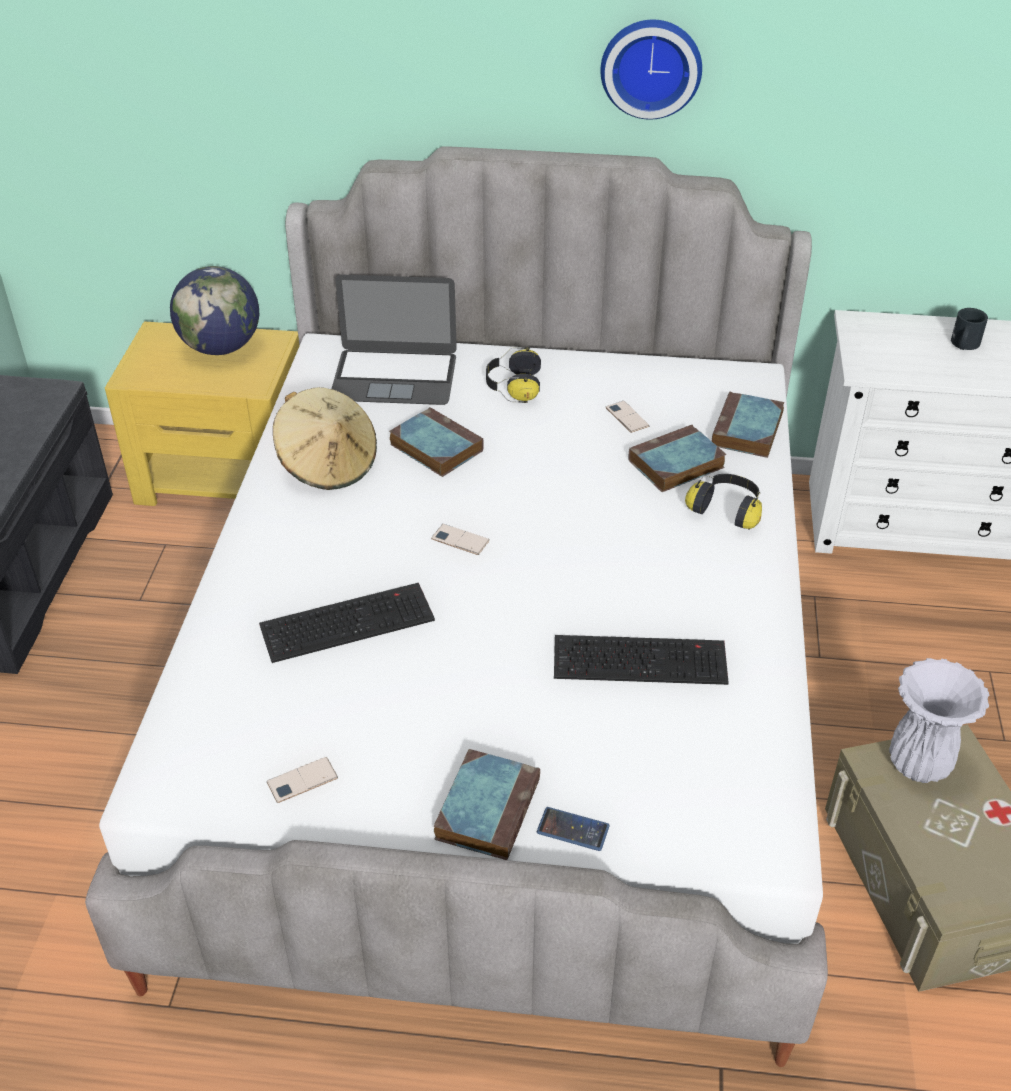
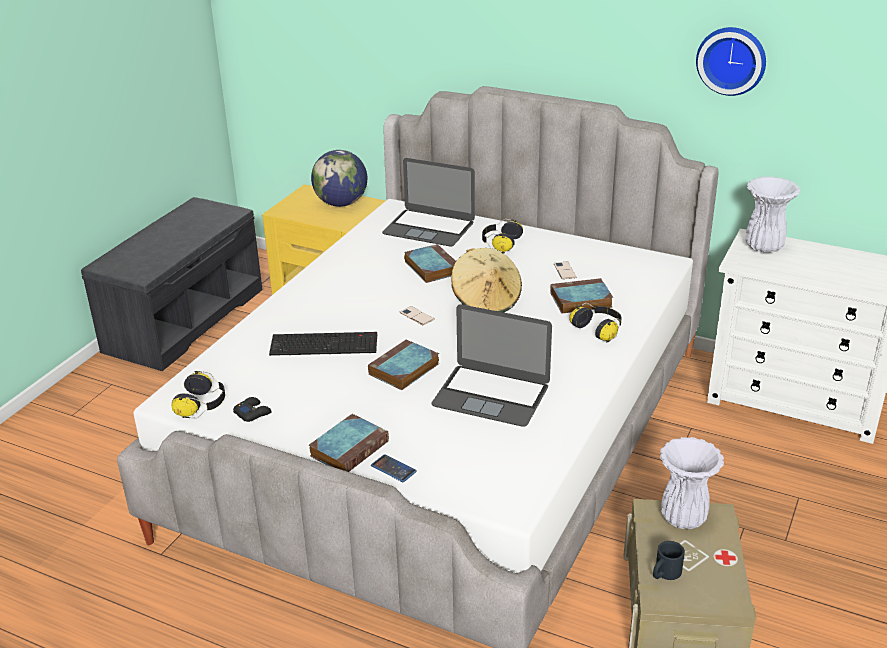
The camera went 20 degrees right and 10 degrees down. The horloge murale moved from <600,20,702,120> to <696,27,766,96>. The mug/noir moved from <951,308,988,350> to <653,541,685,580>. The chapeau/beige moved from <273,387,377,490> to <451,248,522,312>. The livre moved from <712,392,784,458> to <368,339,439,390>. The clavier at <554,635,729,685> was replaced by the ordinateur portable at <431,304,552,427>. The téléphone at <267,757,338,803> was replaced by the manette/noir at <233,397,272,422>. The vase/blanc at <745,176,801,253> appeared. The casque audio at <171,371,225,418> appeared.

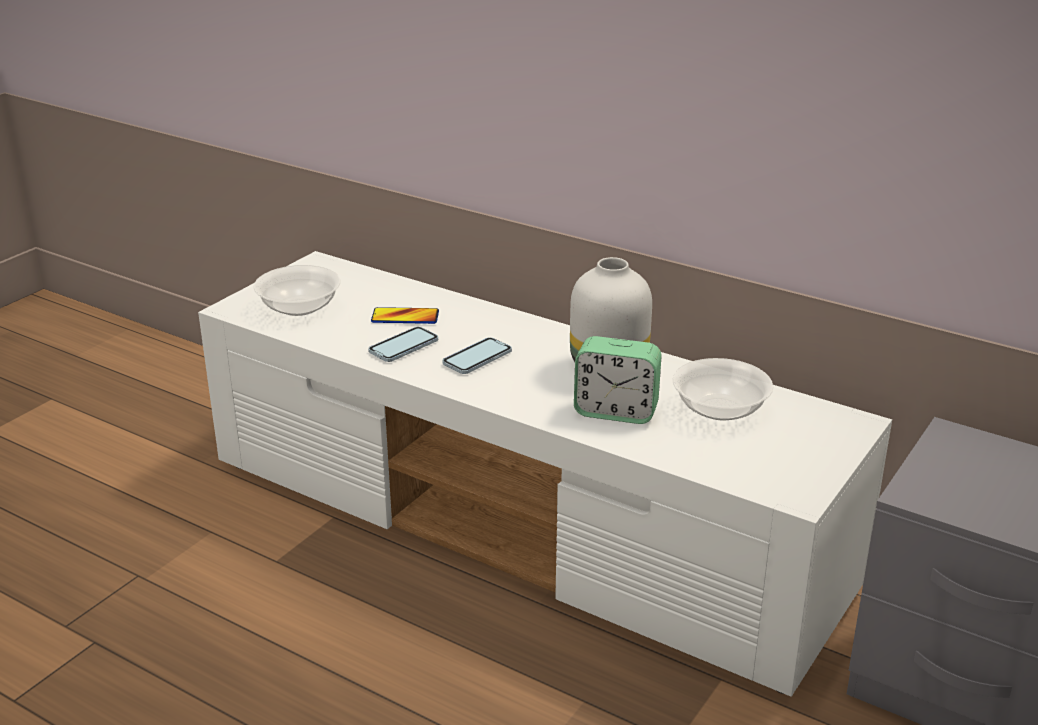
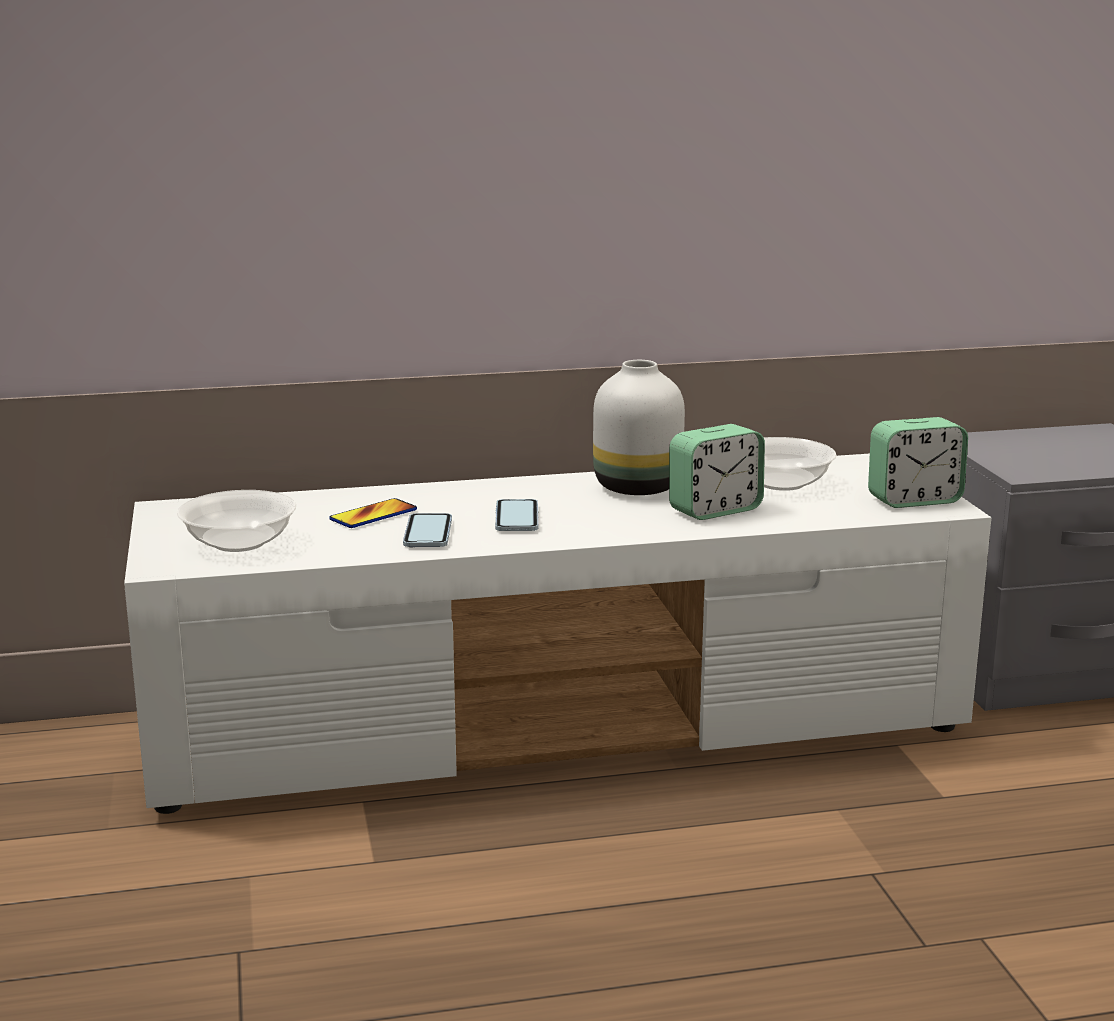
The camera went 45 degrees left and 10 degrees down. The réveil at <868,417,968,508> appeared.

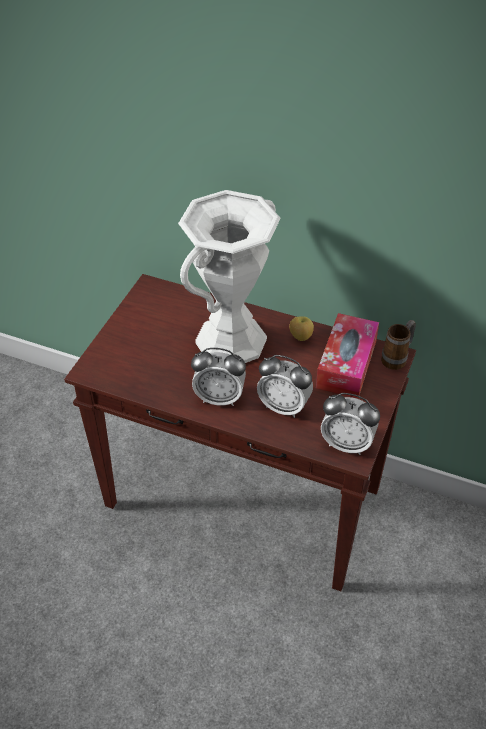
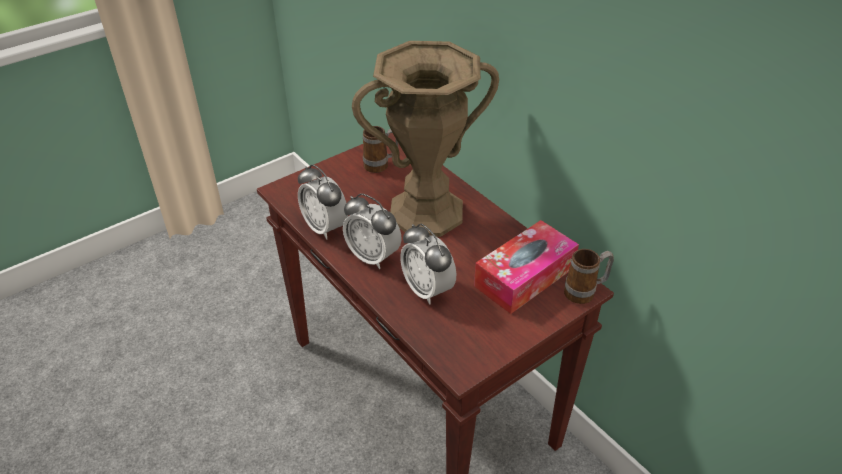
The camera went 30 degrees right and 5 degrees down. The vase/blanc at <178,190,281,363> became the vase/marron at <352,41,499,237>. The pomme at <289,316,314,341> disappeared. The réveil moved from <321,393,380,455> to <298,164,348,240>. The mug at <363,126,398,173> appeared.

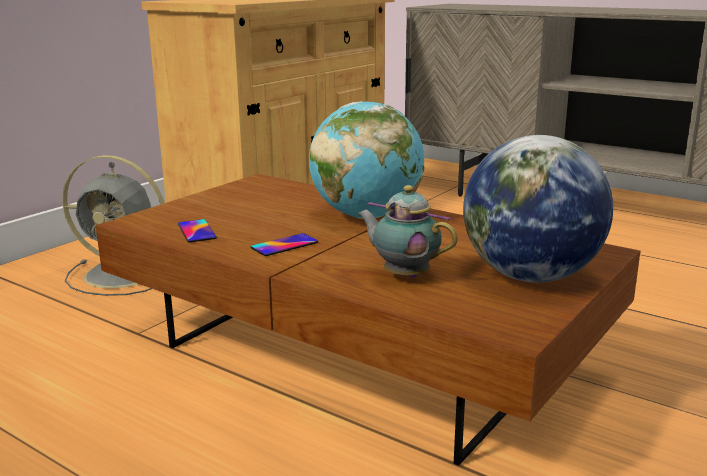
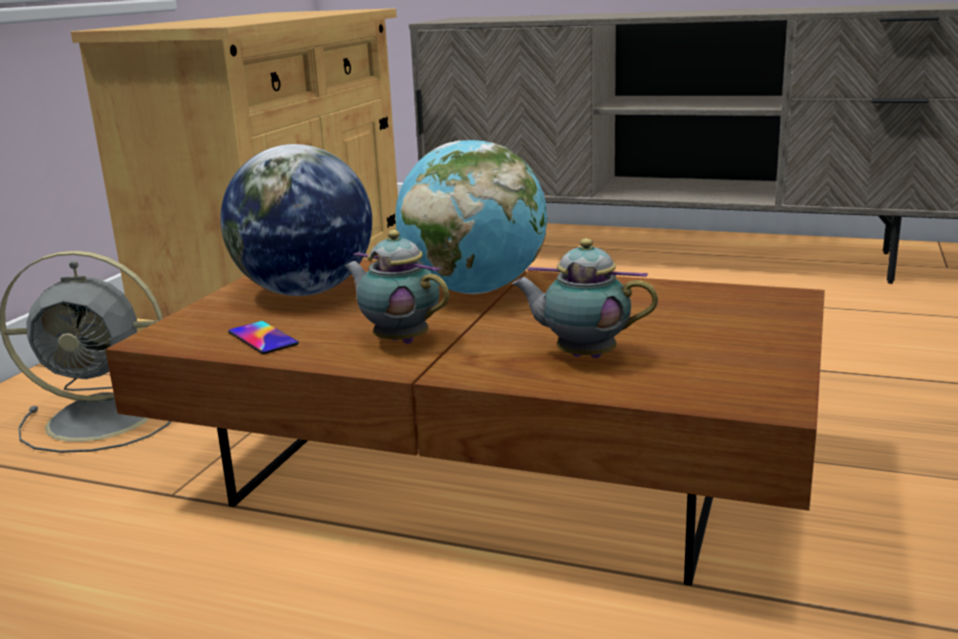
The camera went 15 degrees left and 0 degrees up. The globe moved from <463,135,613,283> to <220,144,372,296>. The téléphone at <250,233,318,256> was replaced by the théière at <344,230,449,344>.

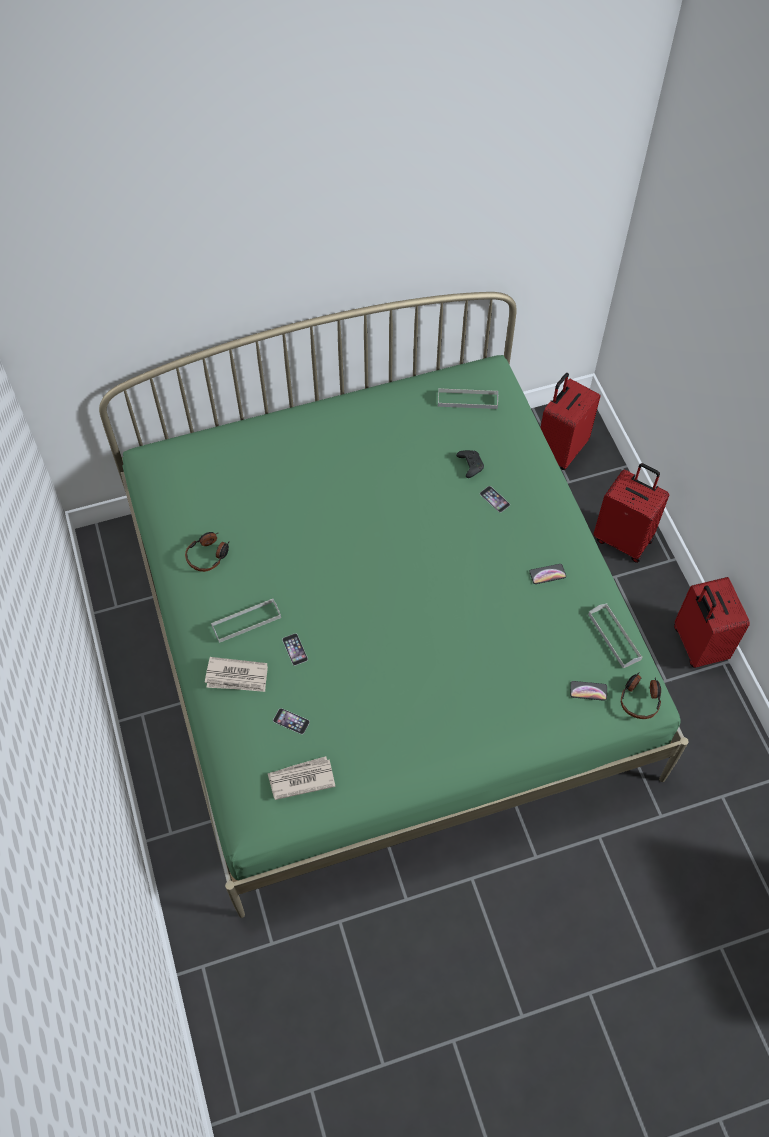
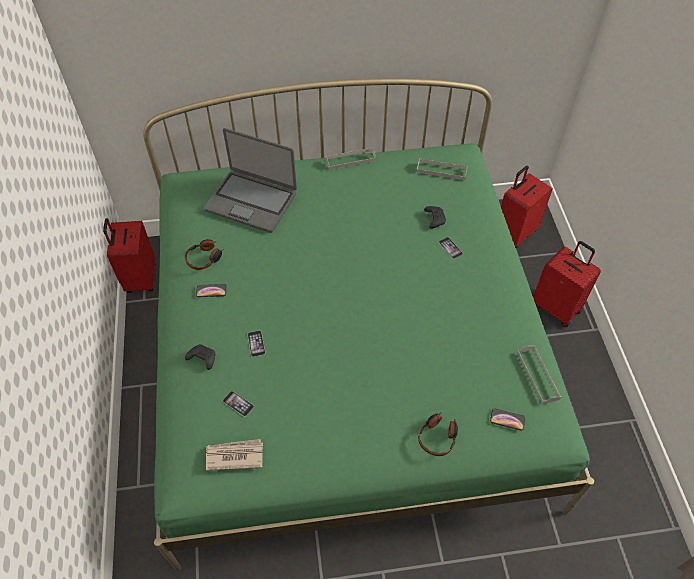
The camera went 10 degrees right and 5 degrees down. The téléphone moved from <529,564,566,584> to <196,284,227,297>. The valise/rouge moved from <674,577,750,668> to <103,218,156,293>. The plateau/gris moved from <211,598,281,643> to <326,147,376,170>. The journal at <205,657,268,692> was replaced by the manette/noir at <185,344,215,370>. The casque audio moved from <621,672,661,719> to <418,412,458,456>. The ordinateur portable at <204,128,297,233> appeared.

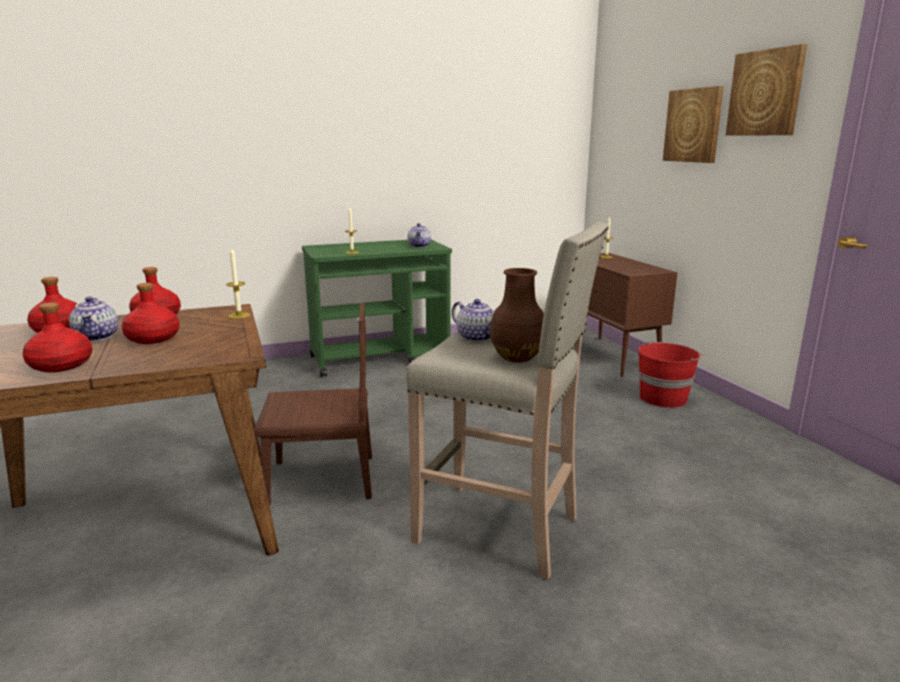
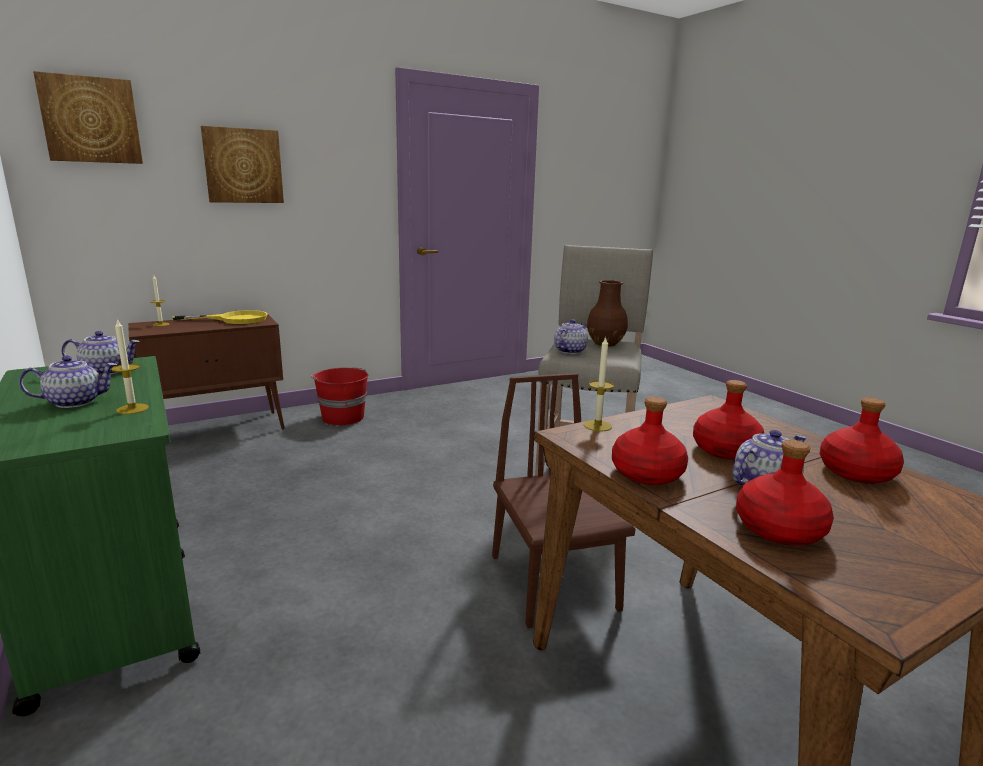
The camera went 100 degrees left and 0 degrees up. The tableau moved from <726,44,807,136> to <33,71,143,164>. The poêle/jaune at <172,310,268,324> appeared. The théière at <19,355,117,408> appeared.

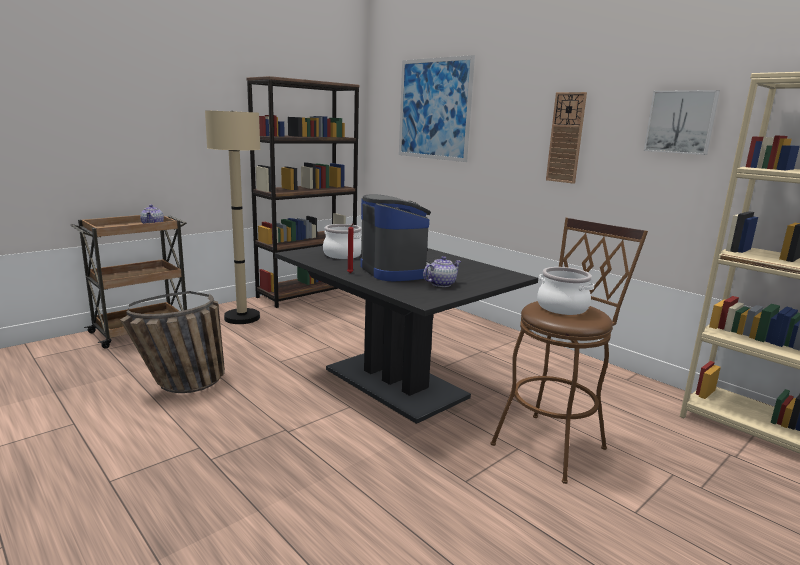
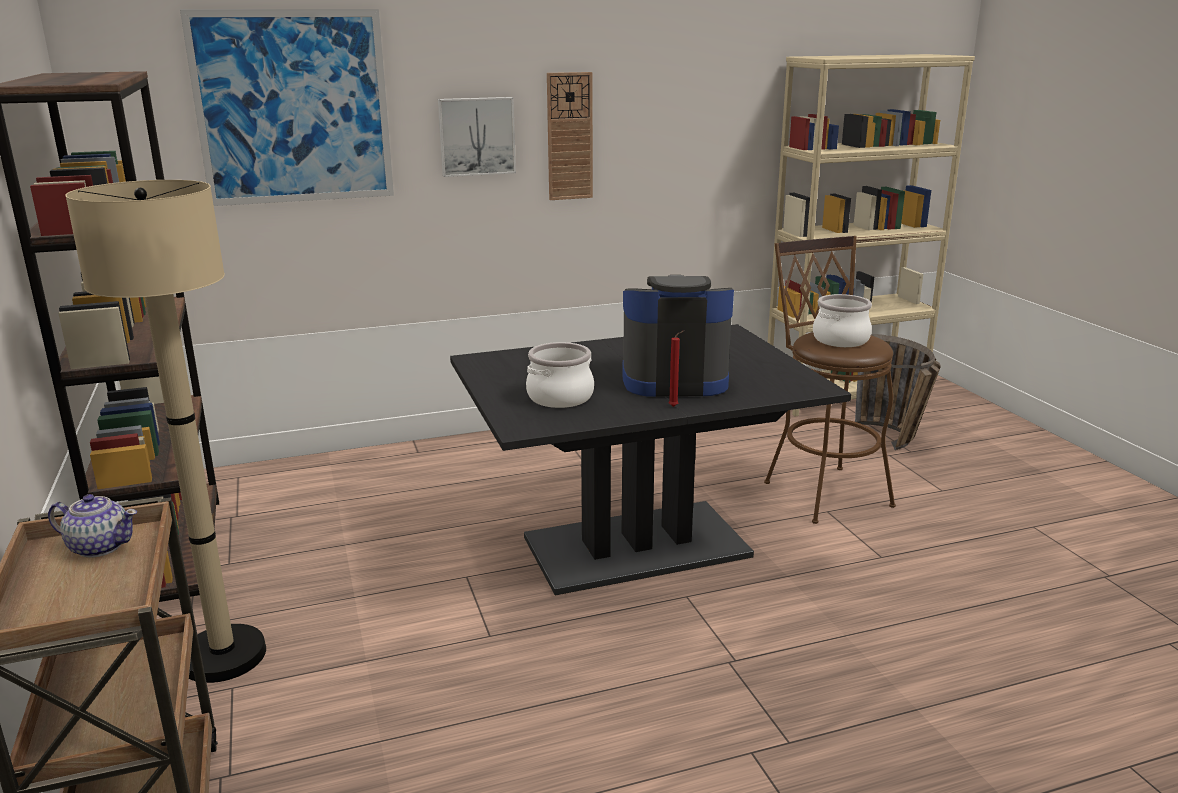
The camera went 65 degrees left and 5 degrees up. The tableau moved from <644,90,720,155> to <438,97,516,177>. The théière at <423,256,461,287> disappeared. The panier moved from <120,291,225,393> to <855,334,941,450>.

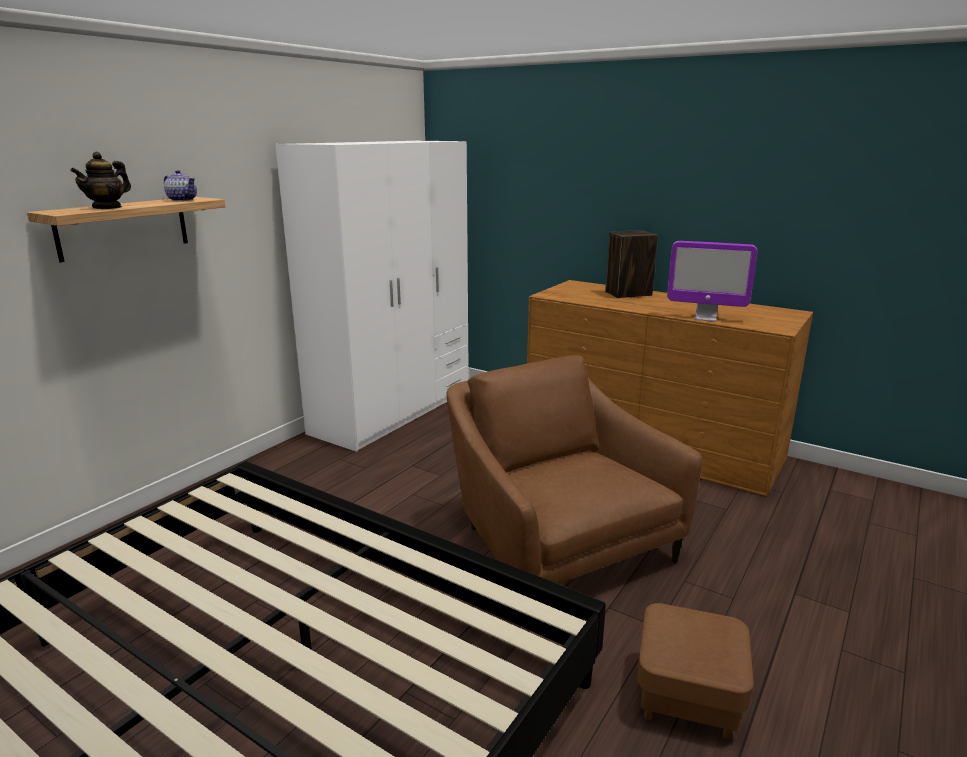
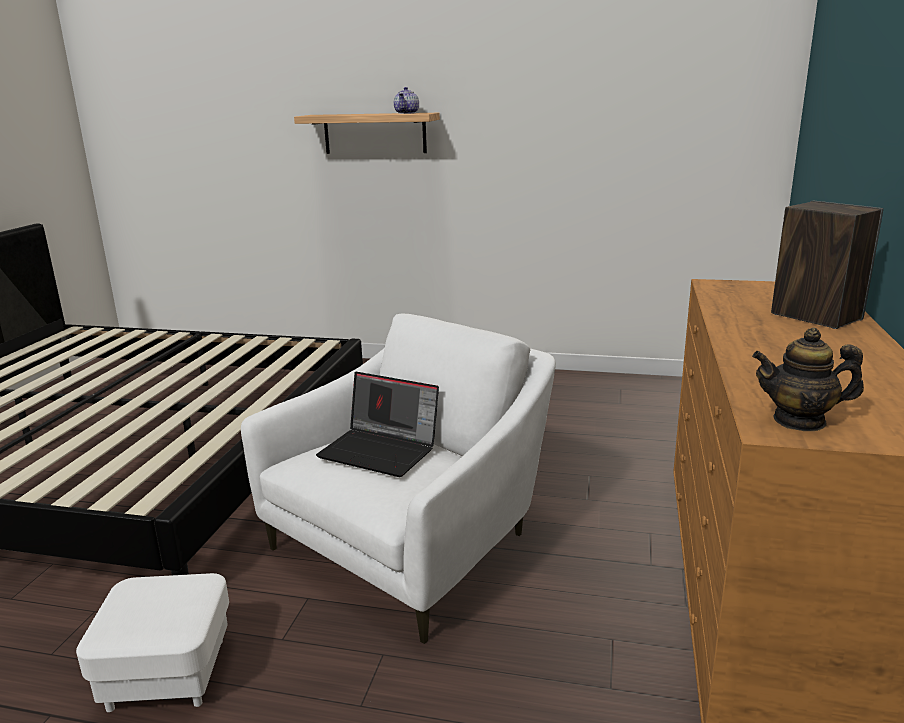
The camera went 70 degrees right and 0 degrees up. The armoire/blanc at <275,141,469,452> disappeared. The théière moved from <70,152,131,209> to <752,328,864,431>. The écran d'ordinateur at <667,241,757,322> disappeared. The fauteuil/marron at <446,355,702,584> became the fauteuil/blanc at <241,314,556,644>. The pouf/marron at <637,603,754,739> became the pouf/blanc at <76,573,229,712>. The ordinateur portable at <316,372,439,477> appeared.

